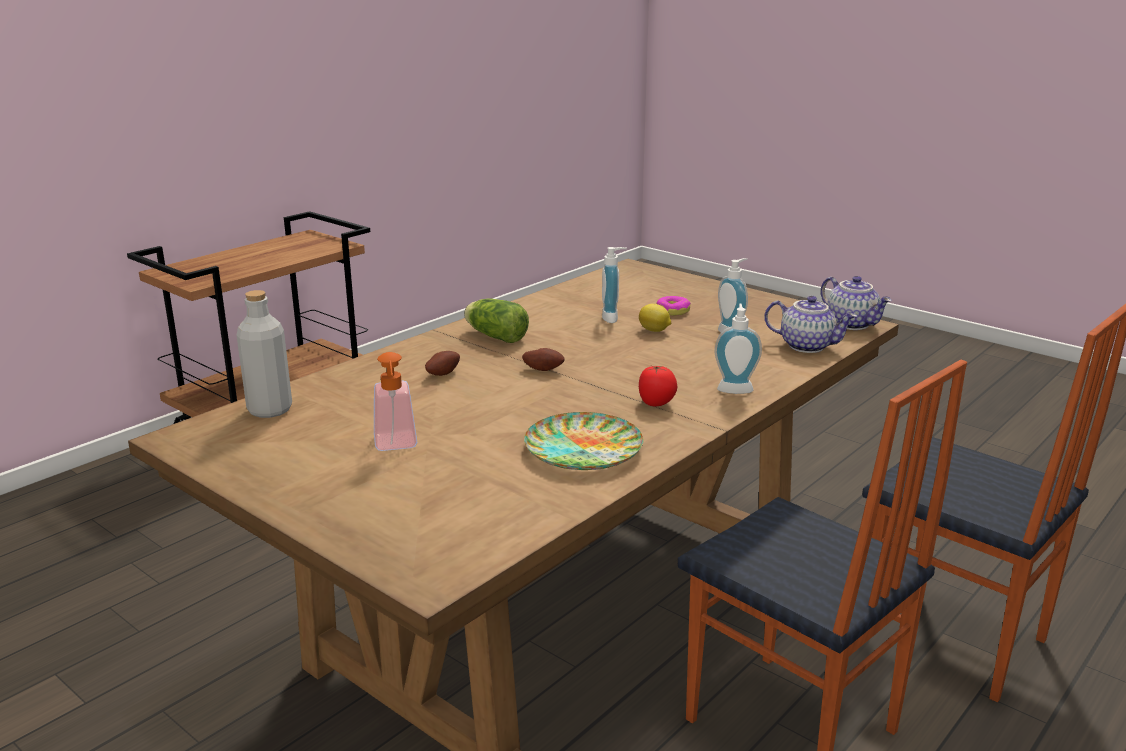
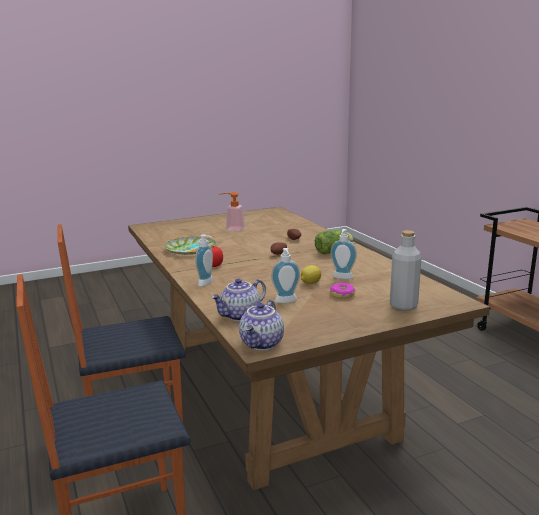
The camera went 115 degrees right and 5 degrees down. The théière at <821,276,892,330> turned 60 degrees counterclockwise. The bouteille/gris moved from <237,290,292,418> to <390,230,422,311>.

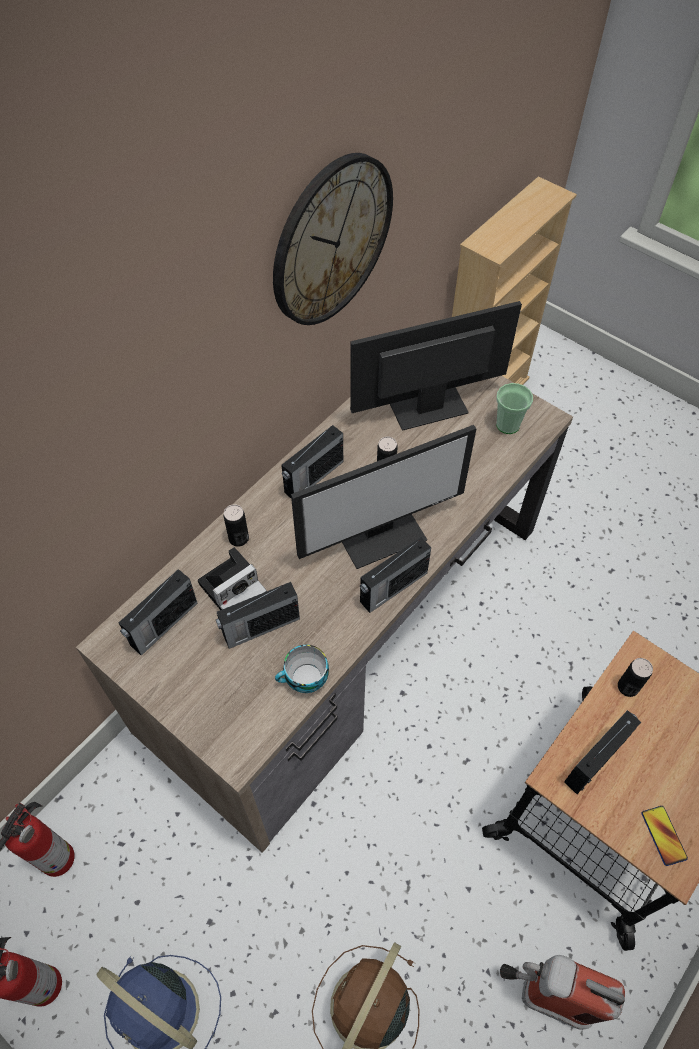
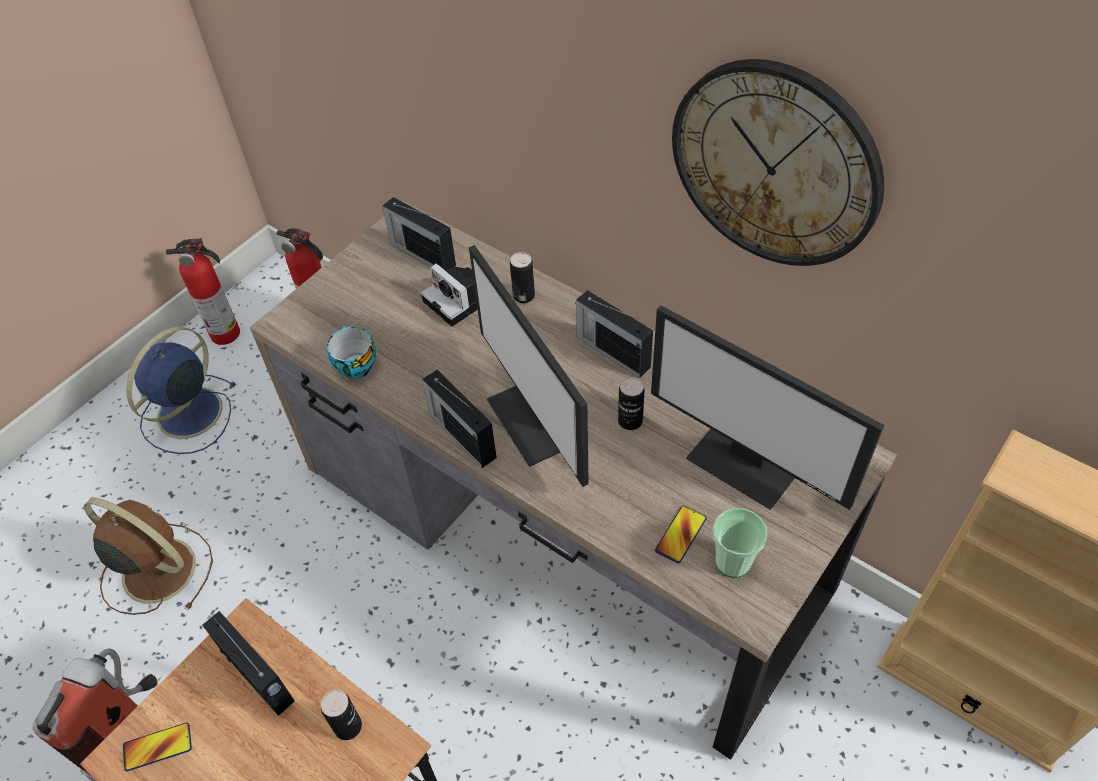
The camera went 90 degrees right and 5 degrees down. The écran d'ordinateur at <350,301,522,431> turned 150 degrees clockwise. The radio at <216,582,300,649> disappeared. The téléphone at <655,505,707,564> appeared.

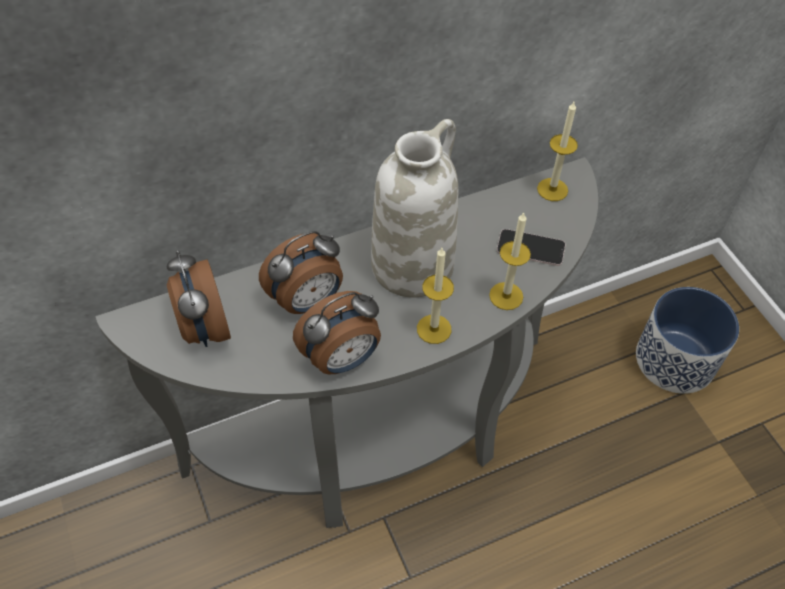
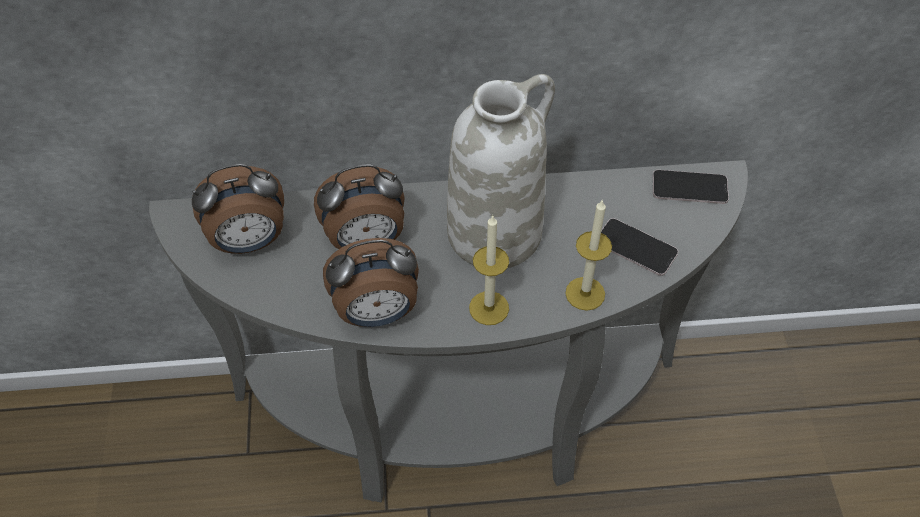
The camera went 20 degrees right and 0 degrees up. The bougie at <537,102,578,201> was replaced by the téléphone at <653,170,729,204>. The réveil at <167,250,231,347> turned 105 degrees counterclockwise. The cache-pot at <636,287,739,394> disappeared.

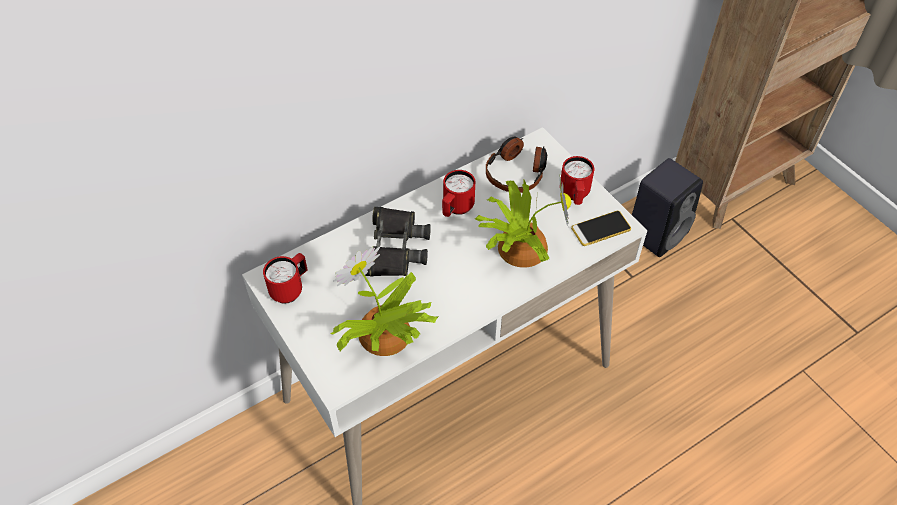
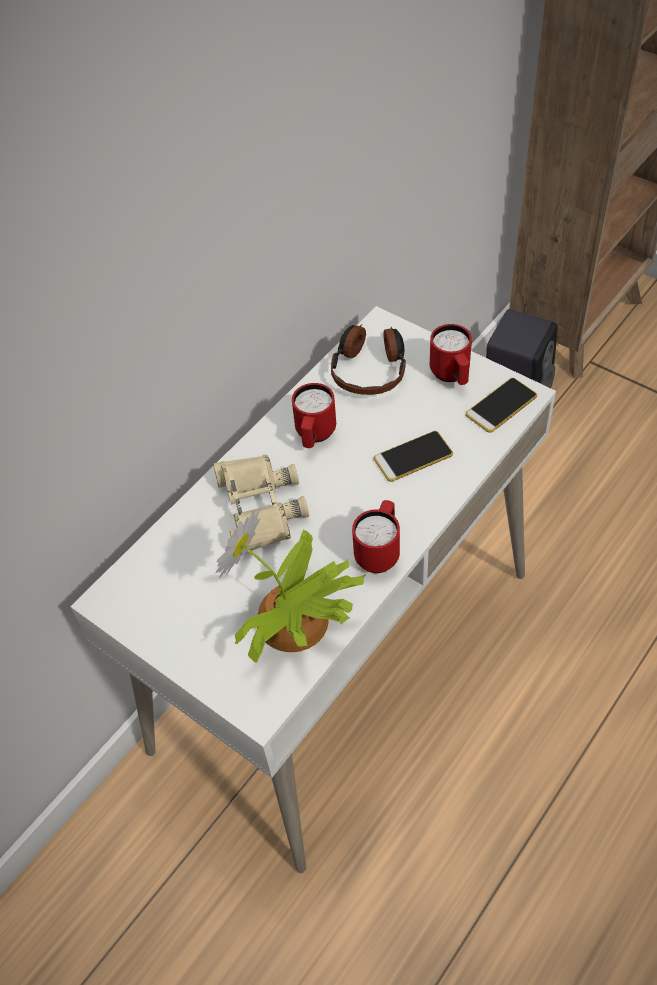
The camera went 15 degrees left and 0 degrees up. The plante en pot at <475,174,571,268> was replaced by the téléphone at <374,431,453,482>. The jumelles/noir at <365,207,431,277> became the jumelles/beige at <213,454,309,553>. The mug/rouge moved from <263,253,308,304> to <352,500,400,573>.

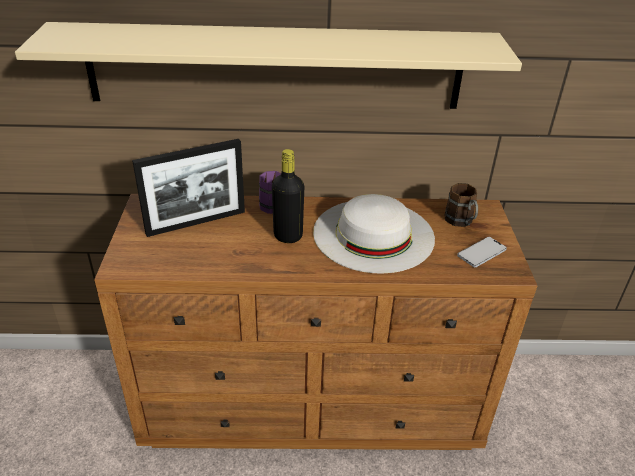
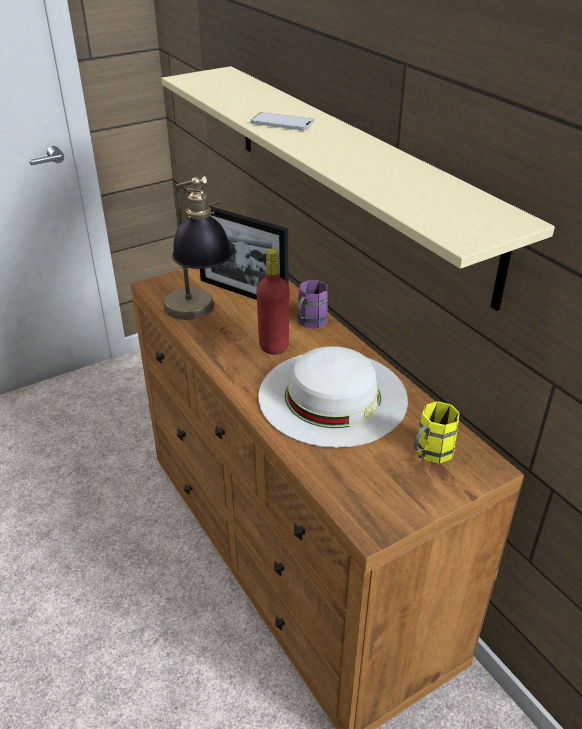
The camera went 60 degrees right and 0 degrees up. The bouteille/noir at <272,149,304,243> became the bouteille/rouge at <256,249,290,355>. The mug/marron at <444,183,478,227> became the mug/jaune at <414,401,460,463>. The téléphone moved from <457,237,507,267> to <251,112,314,131>. The lampe de table at <164,176,232,320> appeared.

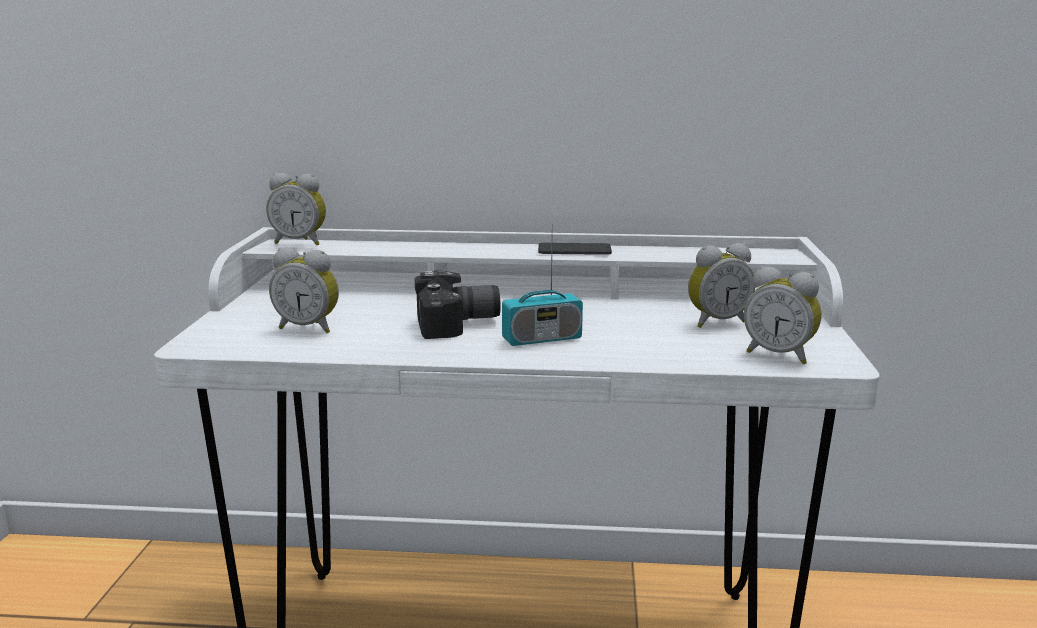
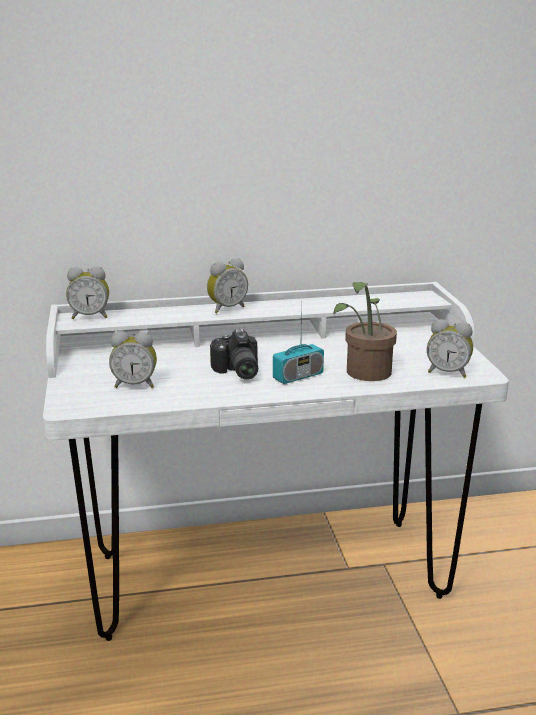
The camera went 15 degrees left and 5 degrees up. The téléphone at <538,243,612,255> disappeared. The réveil moved from <688,243,755,328> to <207,258,248,313>. The appareil photo at <415,270,501,339> turned 105 degrees clockwise. The plante en pot at <334,282,397,381> appeared.

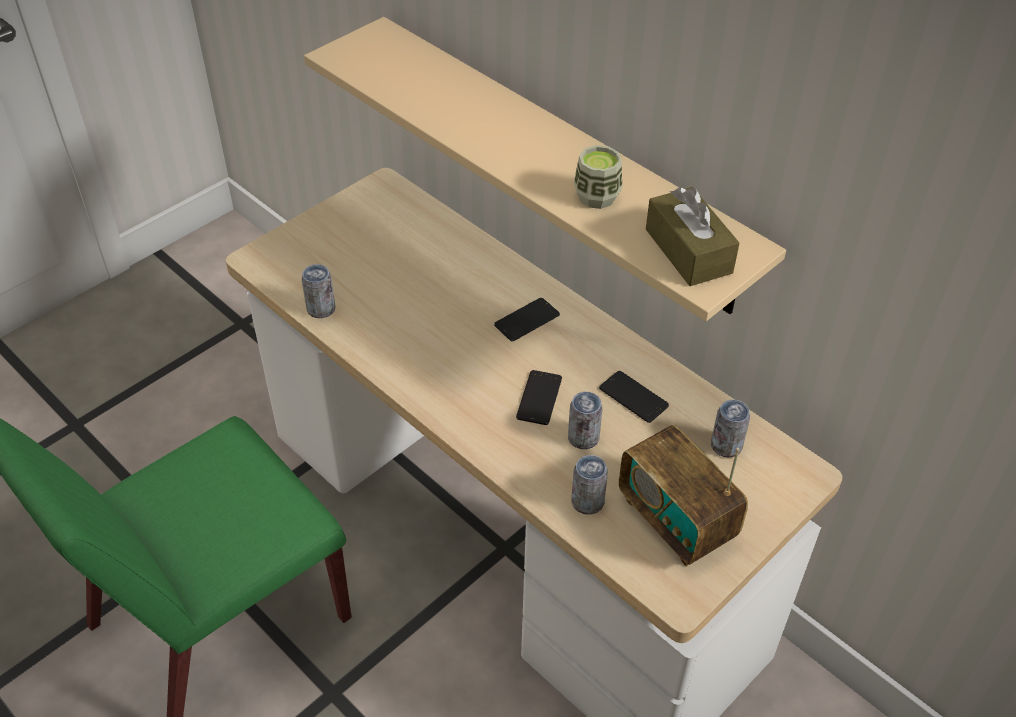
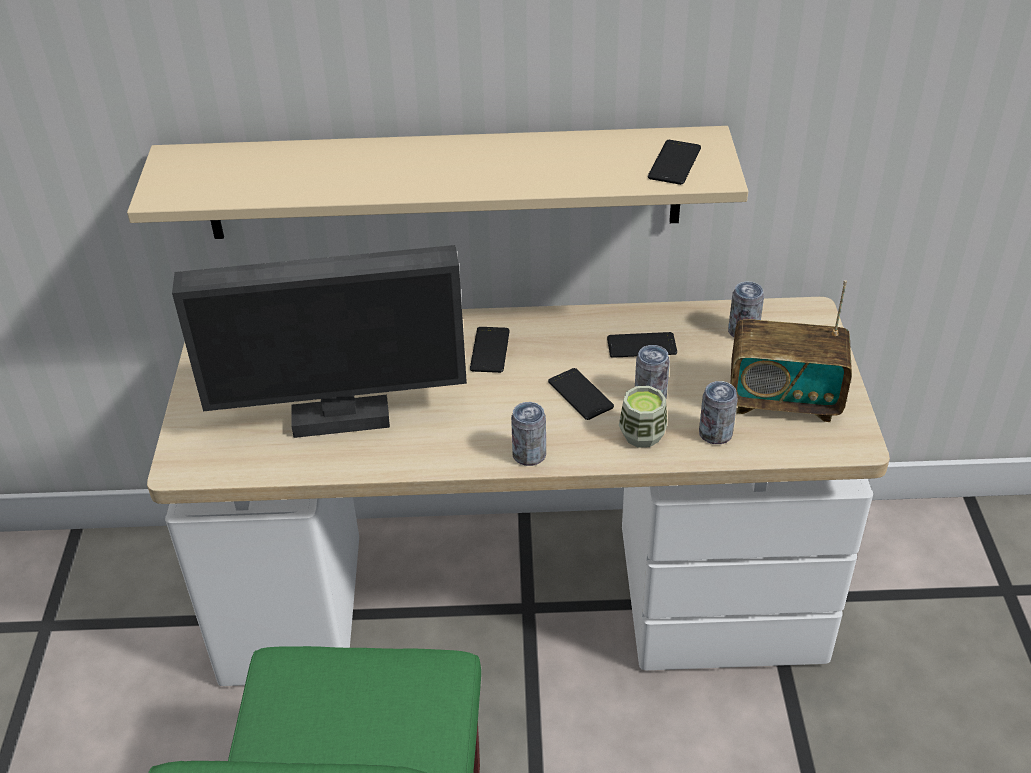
The camera went 45 degrees left and 5 degrees down. The tasse moved from <574,145,622,209> to <619,386,667,448>. The boîte à mouchoirs/marron at <646,187,739,286> was replaced by the téléphone at <648,140,701,185>. The boîte métallique moved from <302,264,336,318> to <511,402,546,466>. The écran d'ordinateur at <172,245,467,438> appeared.

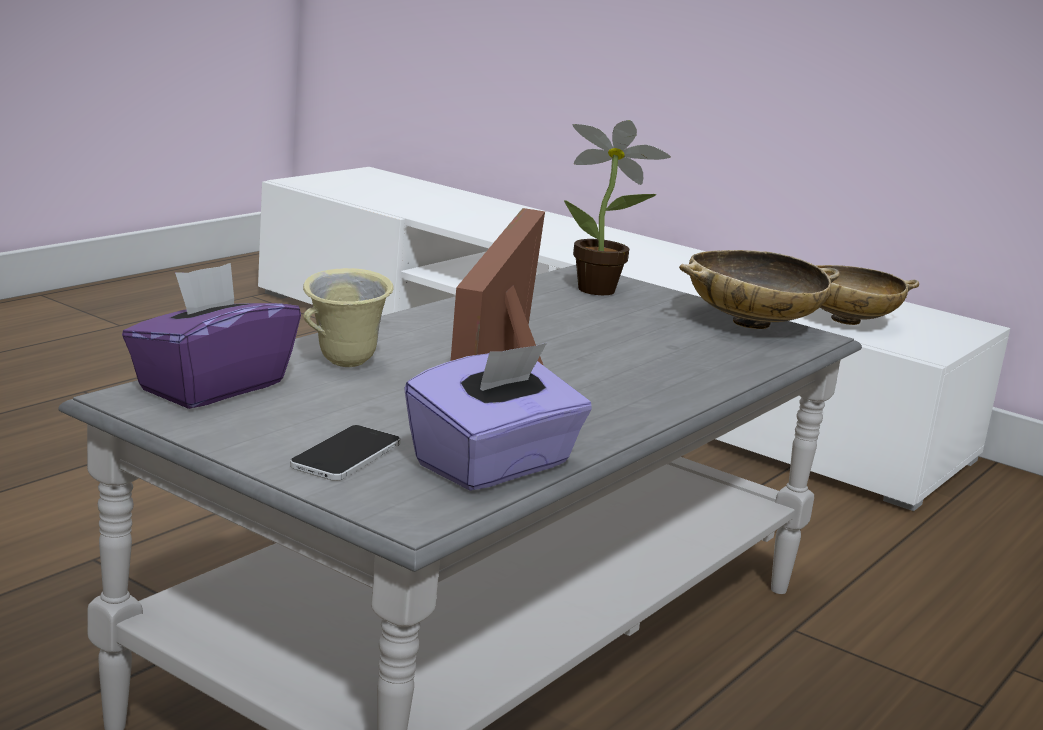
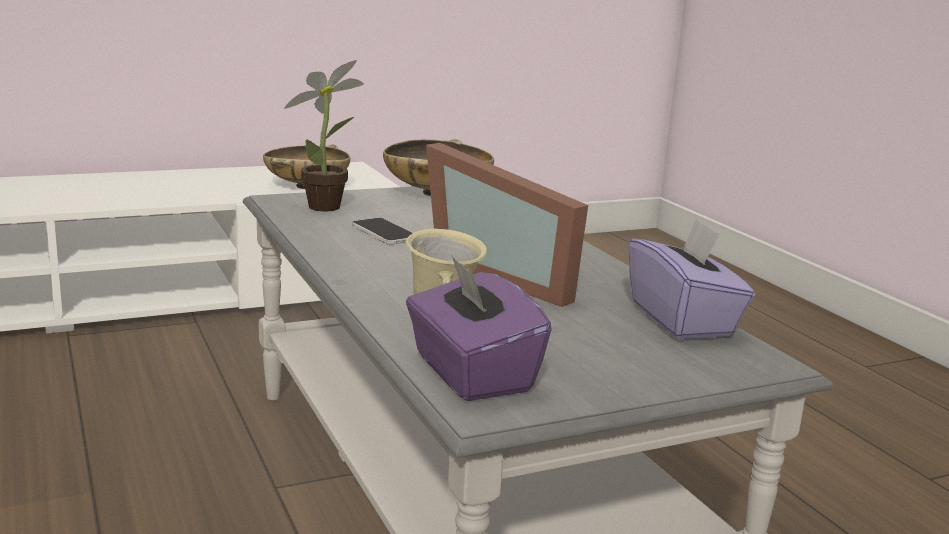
The camera went 60 degrees left and 0 degrees up. The téléphone moved from <290,425,401,481> to <352,218,412,245>.

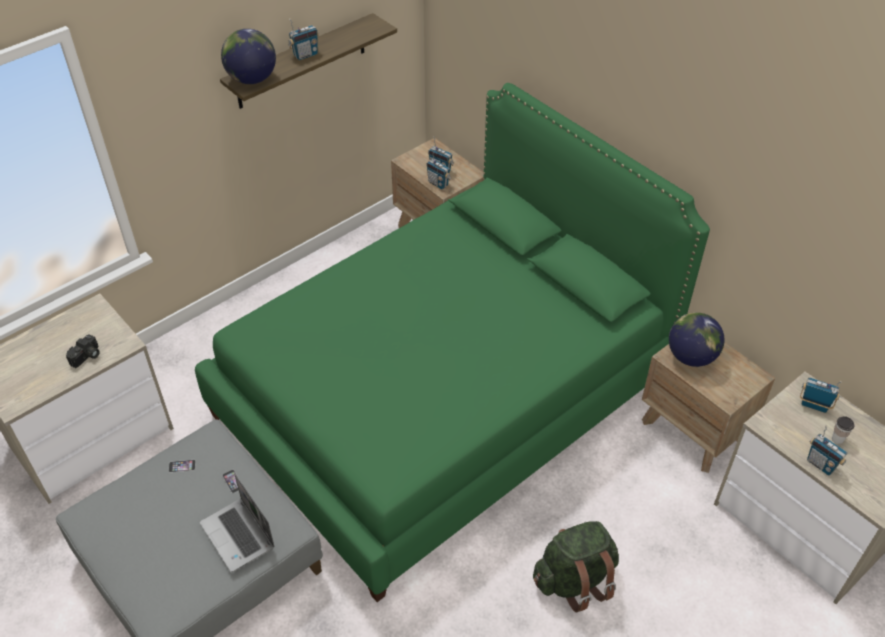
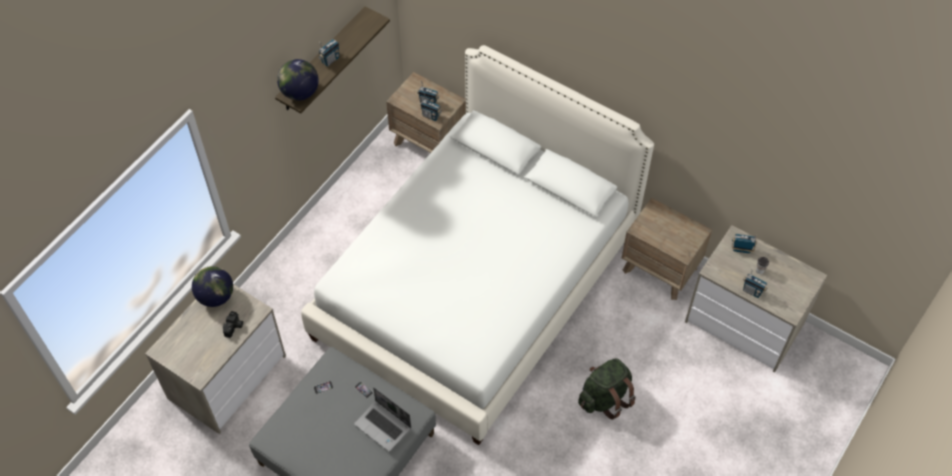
The camera went 15 degrees left and 10 degrees up. The lit/vert at <195,83,710,602> became the lit/blanc at <301,45,654,445>. The globe moved from <669,312,724,367> to <192,266,233,307>.

